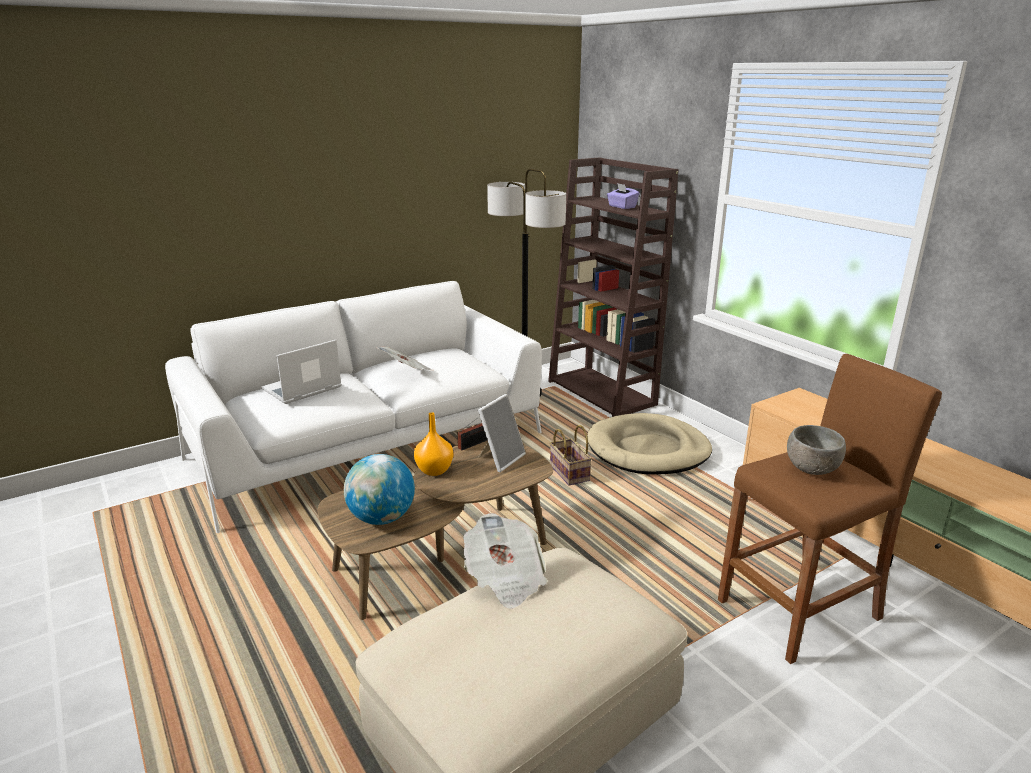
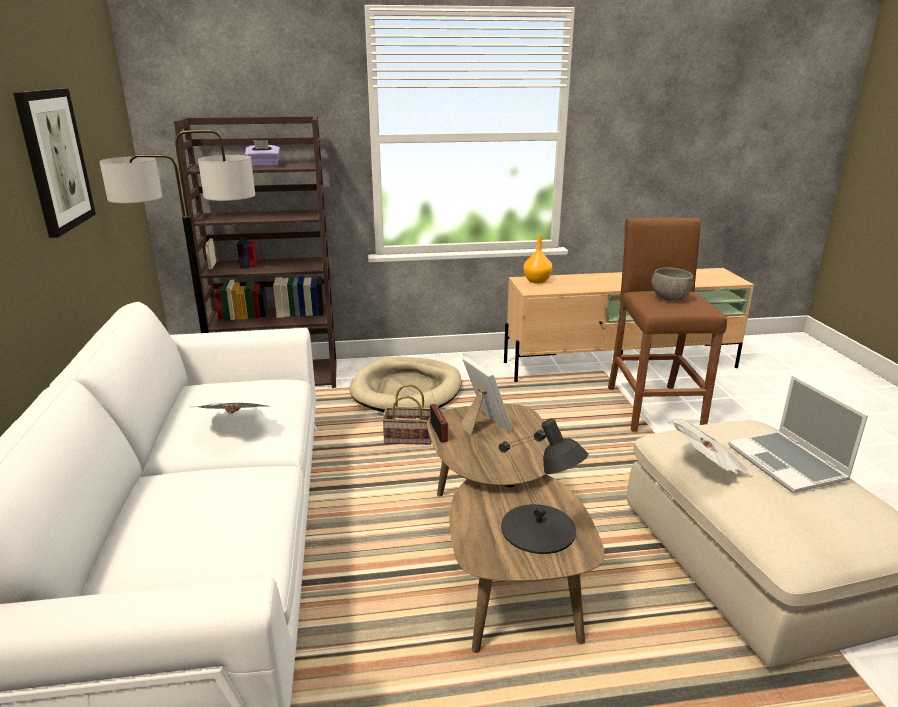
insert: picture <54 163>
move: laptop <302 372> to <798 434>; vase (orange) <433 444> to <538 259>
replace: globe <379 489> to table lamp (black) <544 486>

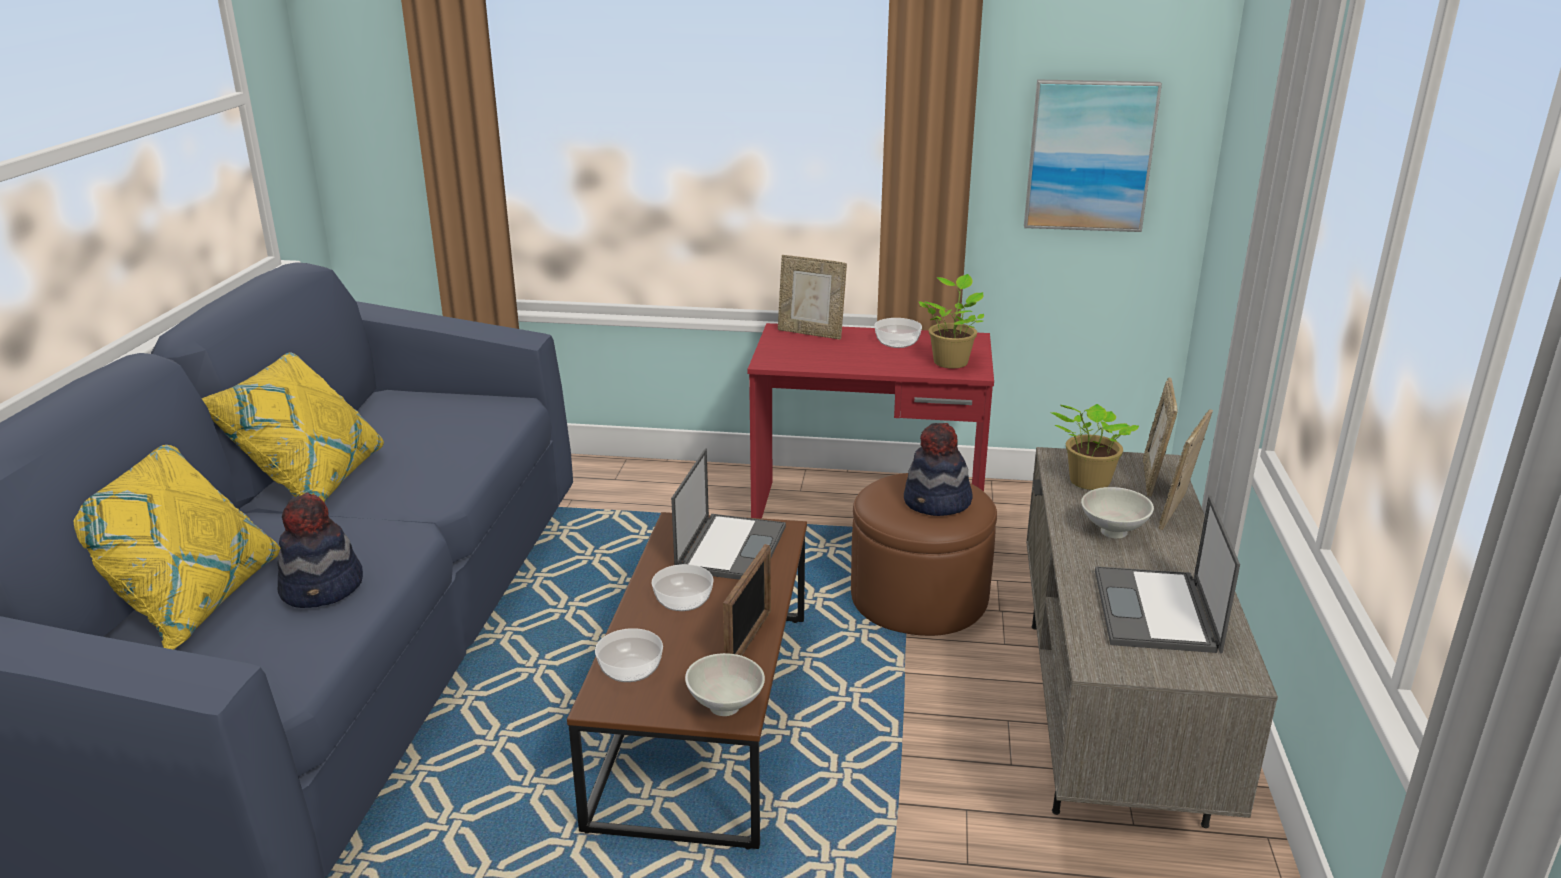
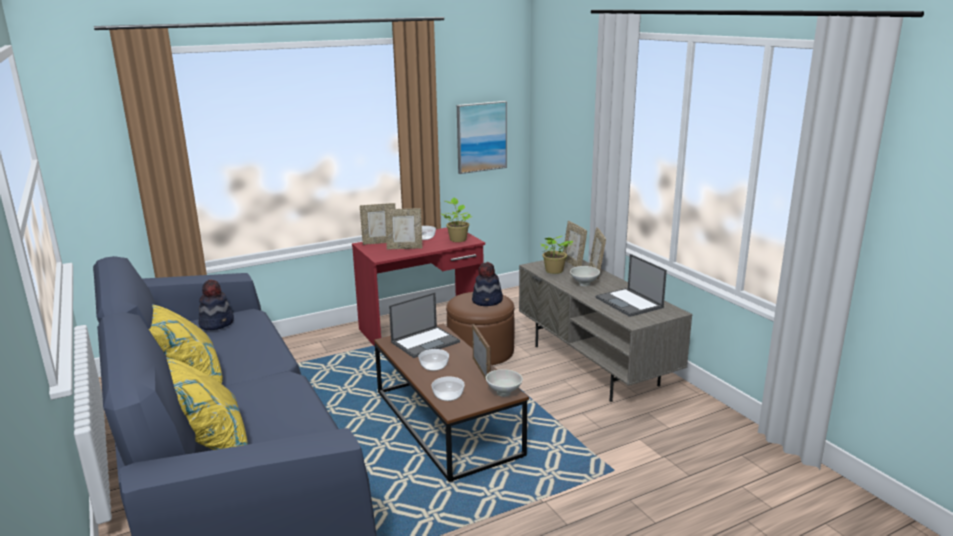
insert: picture frame <403 229>
move: hat <320 550> to <216 304>
rotate: laptop <728 514> = <424 325> 75 degrees clockwise

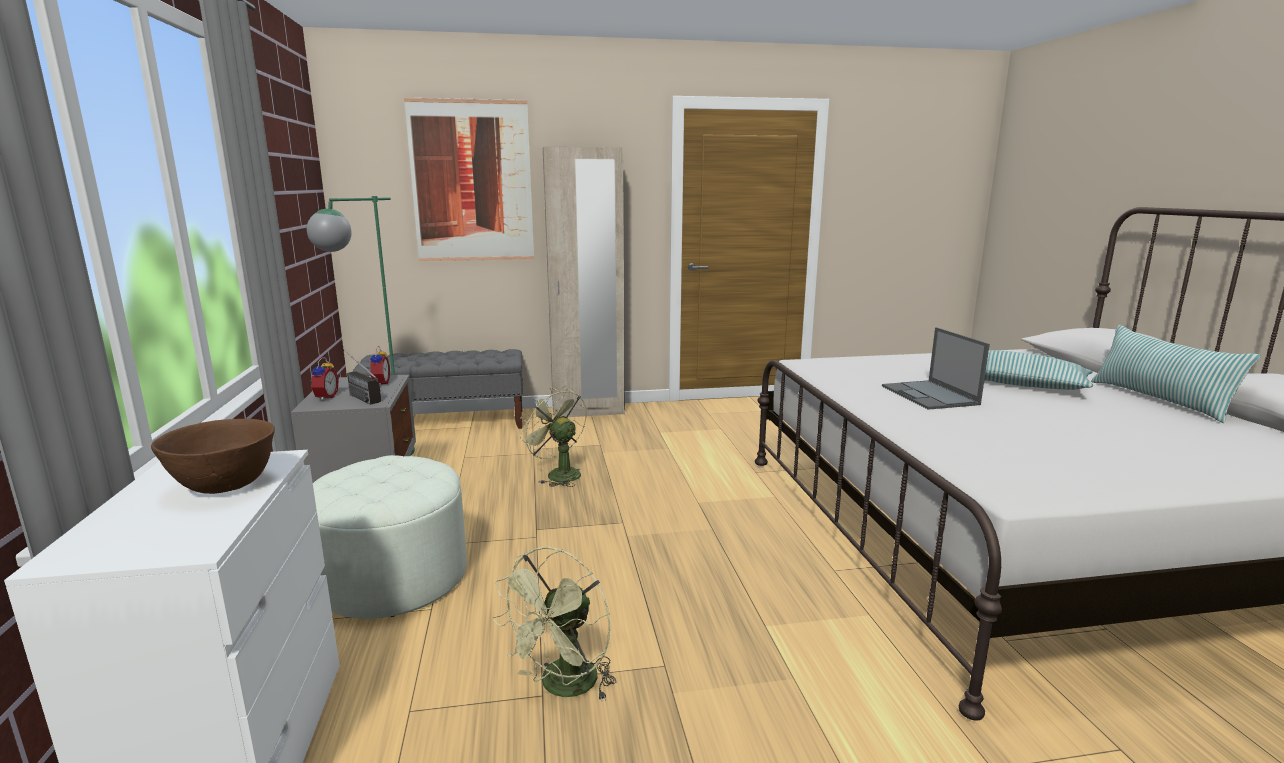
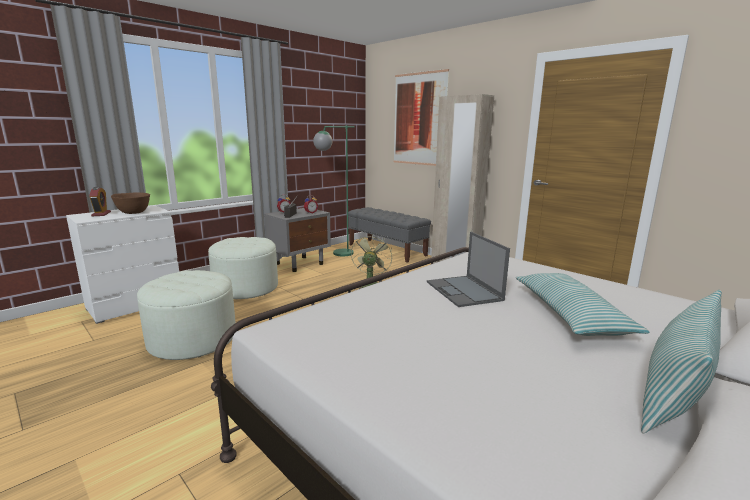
insert: alarm clock <100 201>
replace: fan (green) <554 624> to ottoman (white) <186 315>
rotate: laptop <936 368> = <468 269> 60 degrees counterclockwise

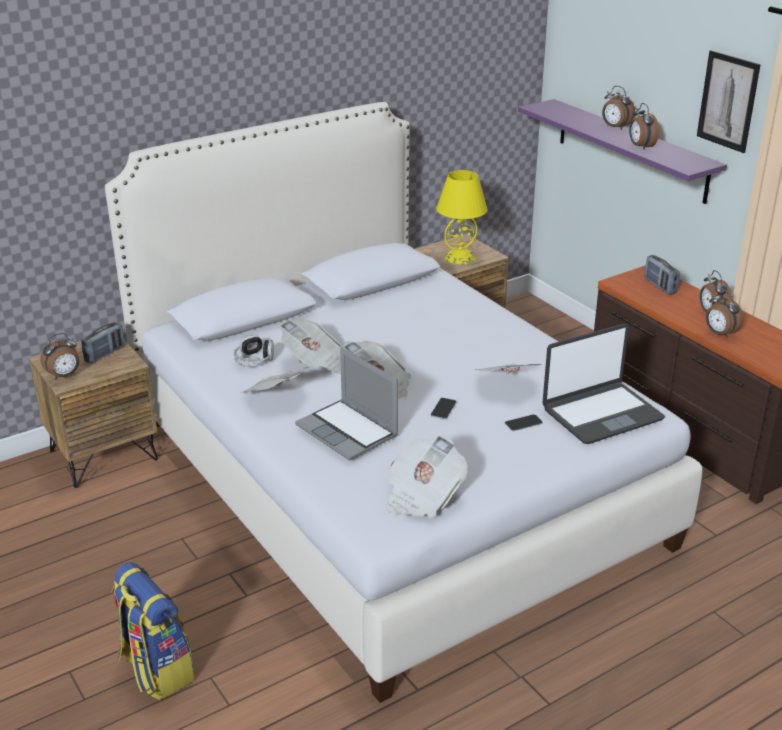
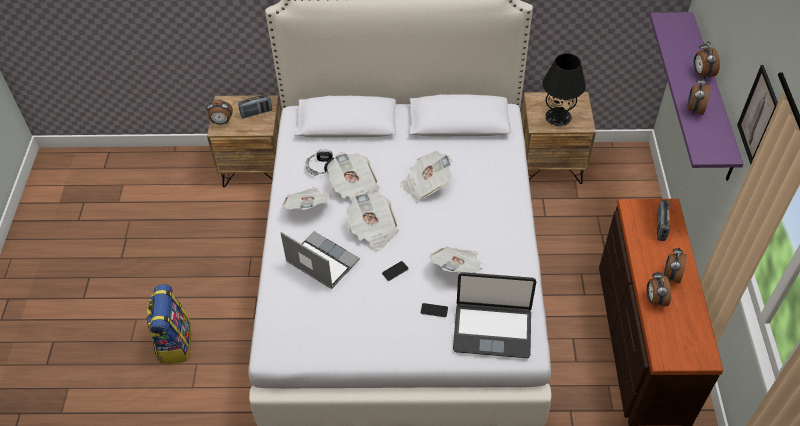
move: newspaper <426 476> to <426 175>
recolor: table lamp (yellow) <461 217> to table lamp (black) <564 89>
rotate: laptop <346 404> = <320 260> 135 degrees clockwise

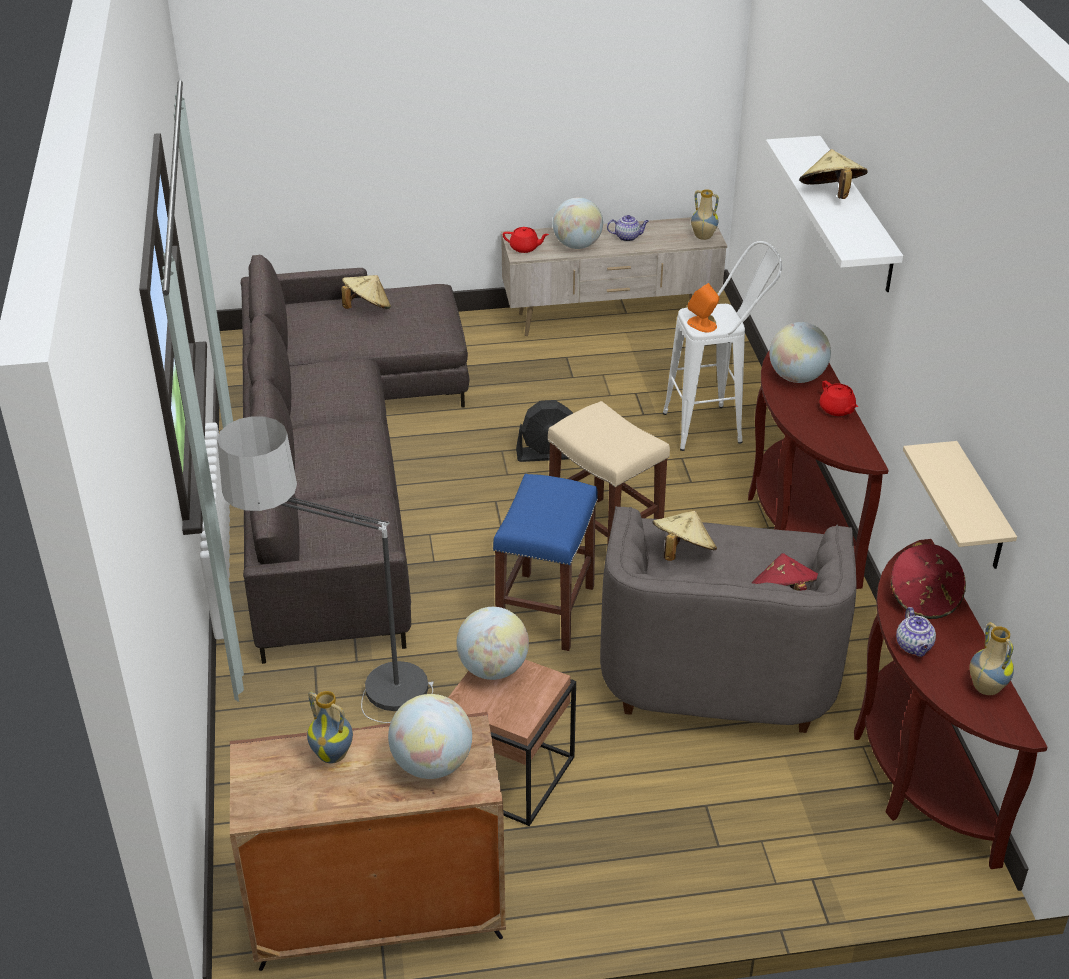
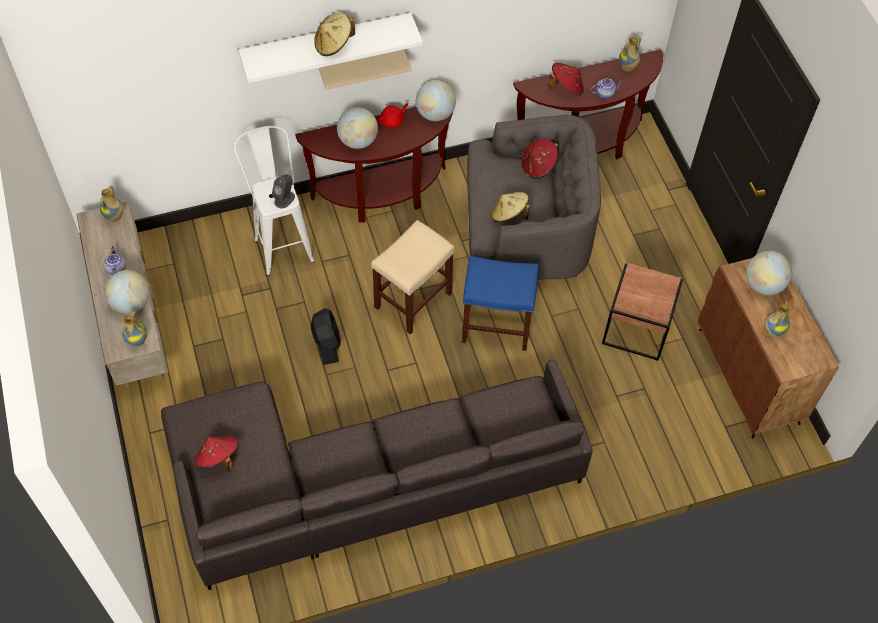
delete: floor lamp <325 569>
move: shelf (beige) <960 505> to <365 69>; globe <492 643> to <436 100>
replace: teapot (red) <526 240> to vase <134 329>
recolor: hat (beige) <366 292> to hat (red) <216 454>; speaker (orange) <703 308> to speaker (grey) <283 191>

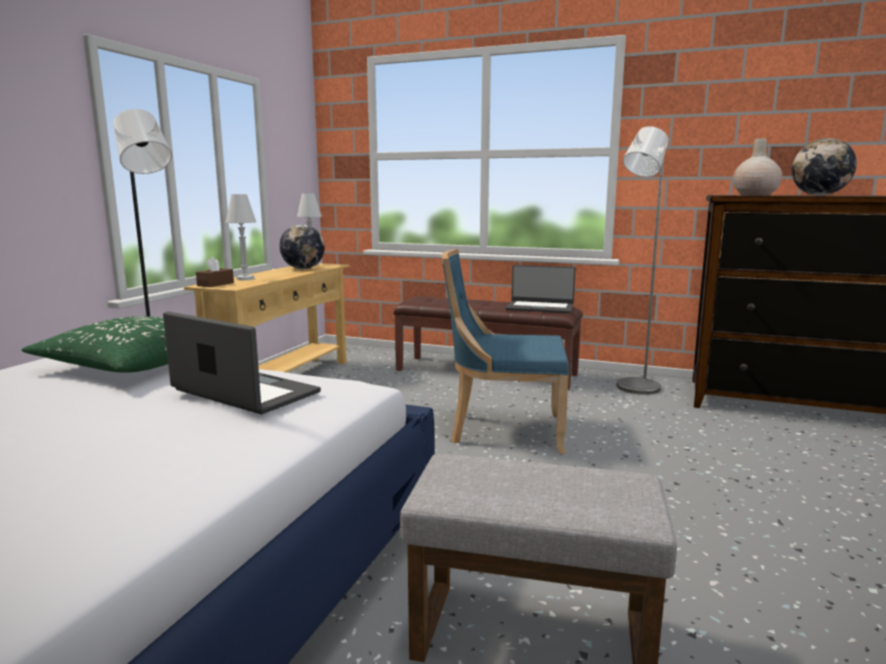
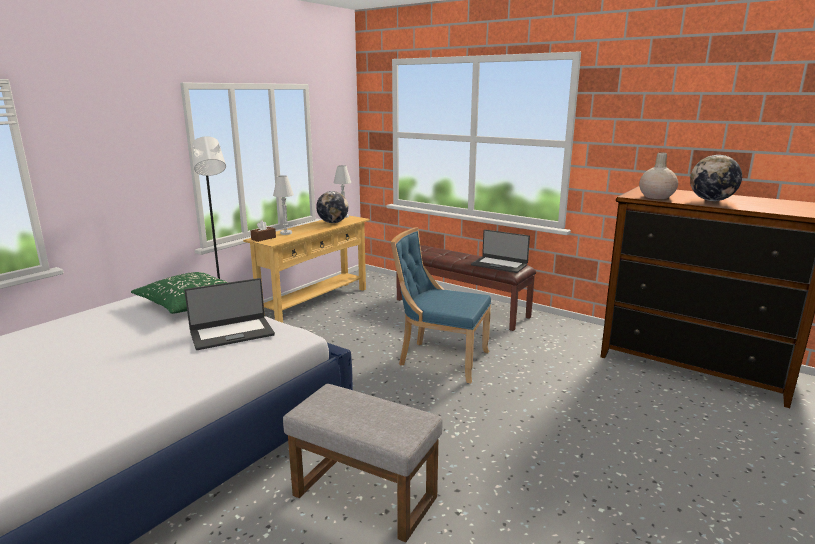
delete: floor lamp (grey) <642 260>
rotate: laptop <242 362> = <229 314> 105 degrees clockwise

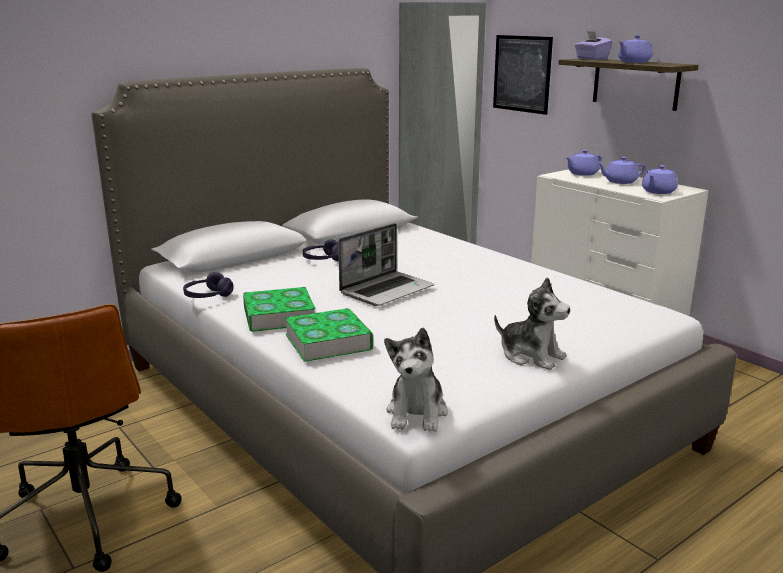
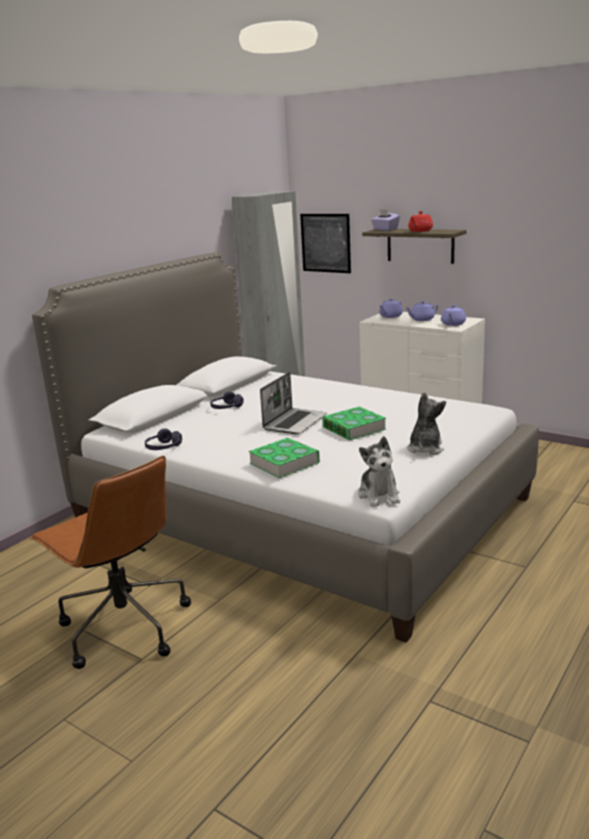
move: book <279 309> to <354 423>
recolor: teapot (purple) <635 49> to teapot (red) <420 221>
rotate: plush toy <532 323> = <426 423> 90 degrees counterclockwise

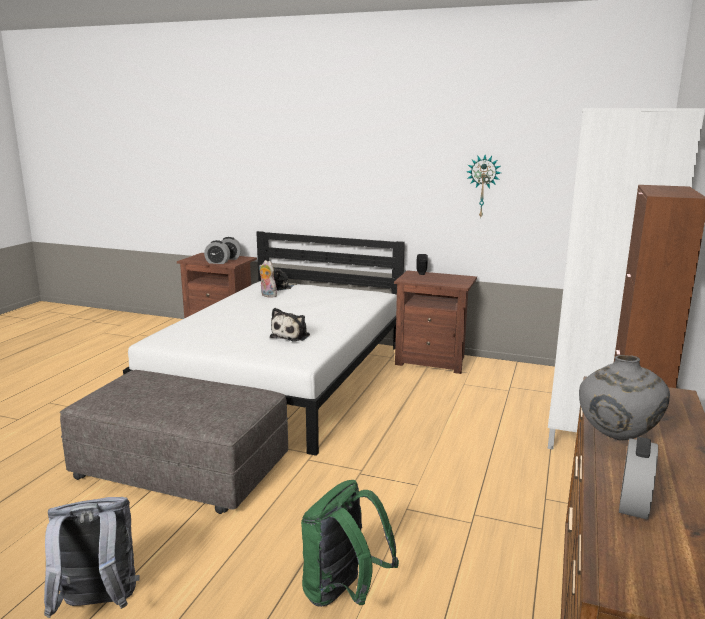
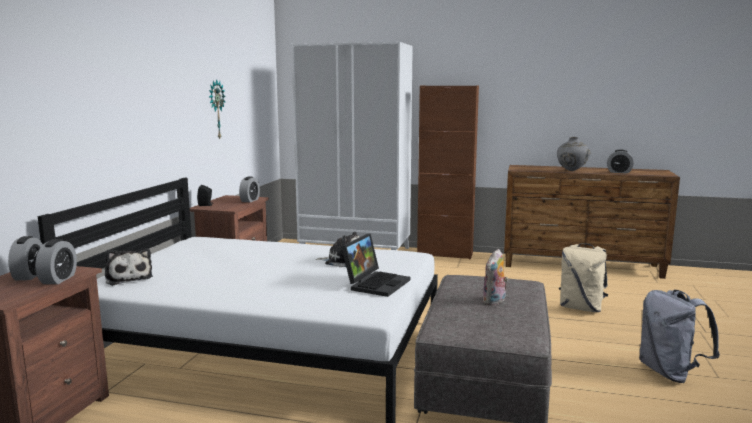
insert: alarm clock <249 189>; laptop <375 265>
move: plush toy <268 279> to <495 277>
recolor: backpack (green) <350 543> to backpack (beige) <584 277>

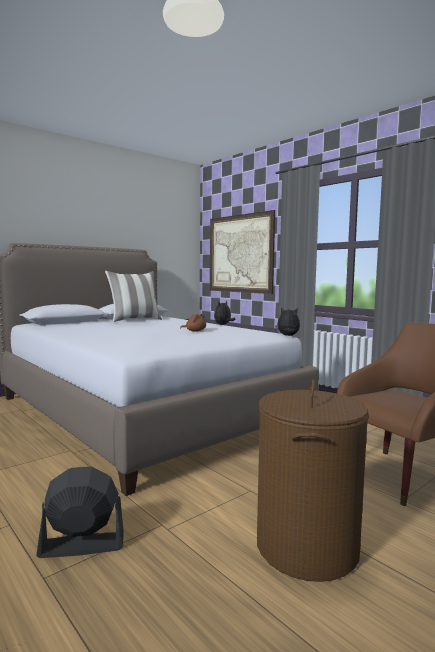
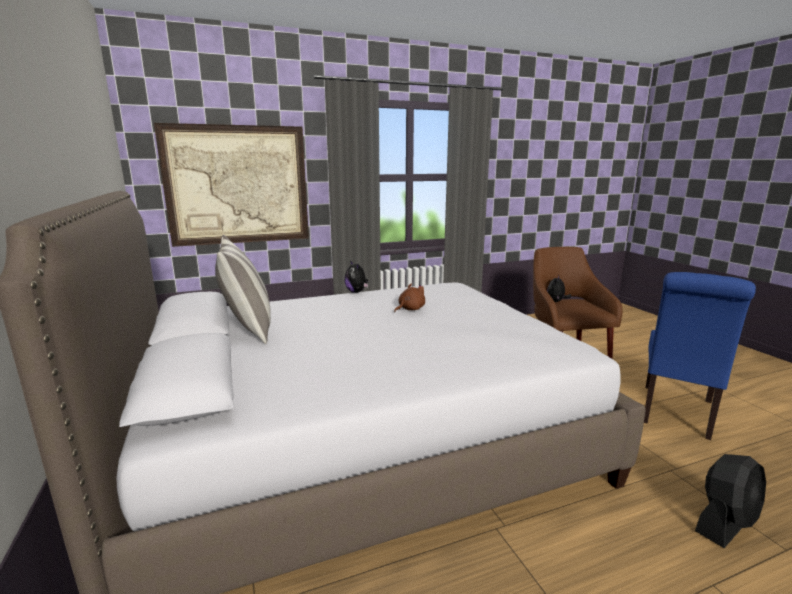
move: plush toy <287 322> to <559 288>
replace: laundry basket (brown) <313 480> to chair (blue) <700 356>
rotate: fan (black) <80 512> = <730 501> 135 degrees counterclockwise

